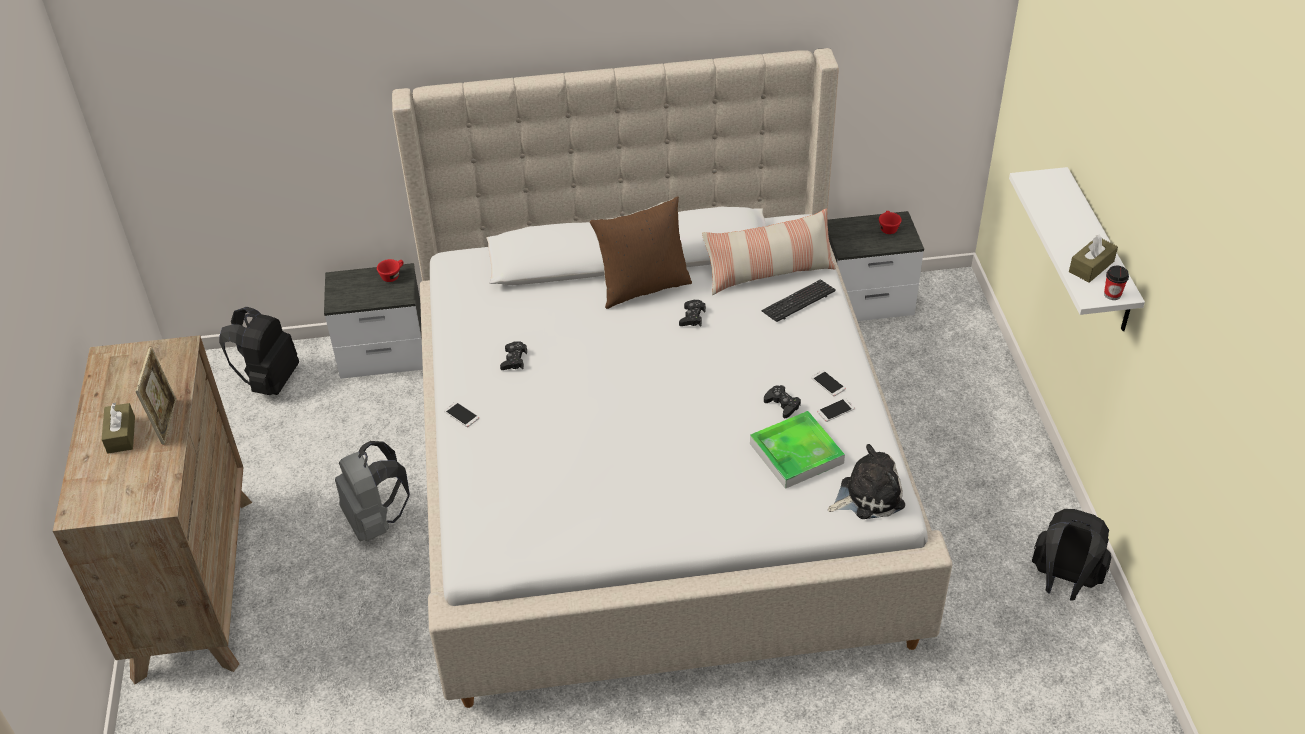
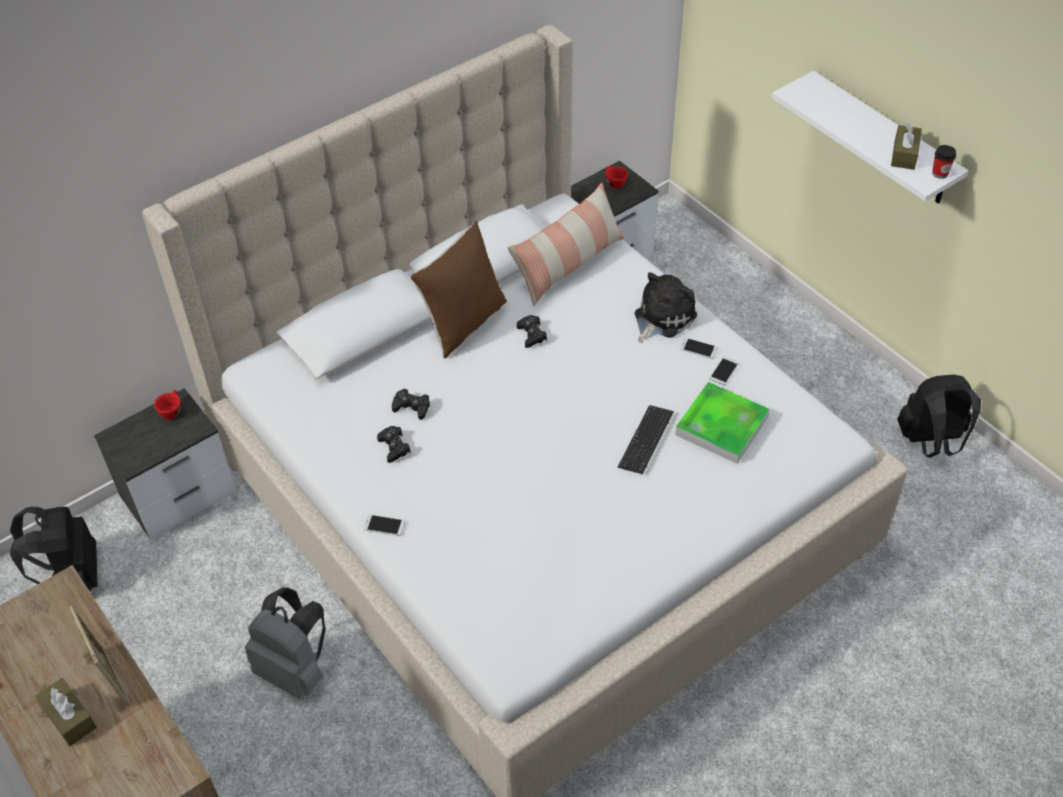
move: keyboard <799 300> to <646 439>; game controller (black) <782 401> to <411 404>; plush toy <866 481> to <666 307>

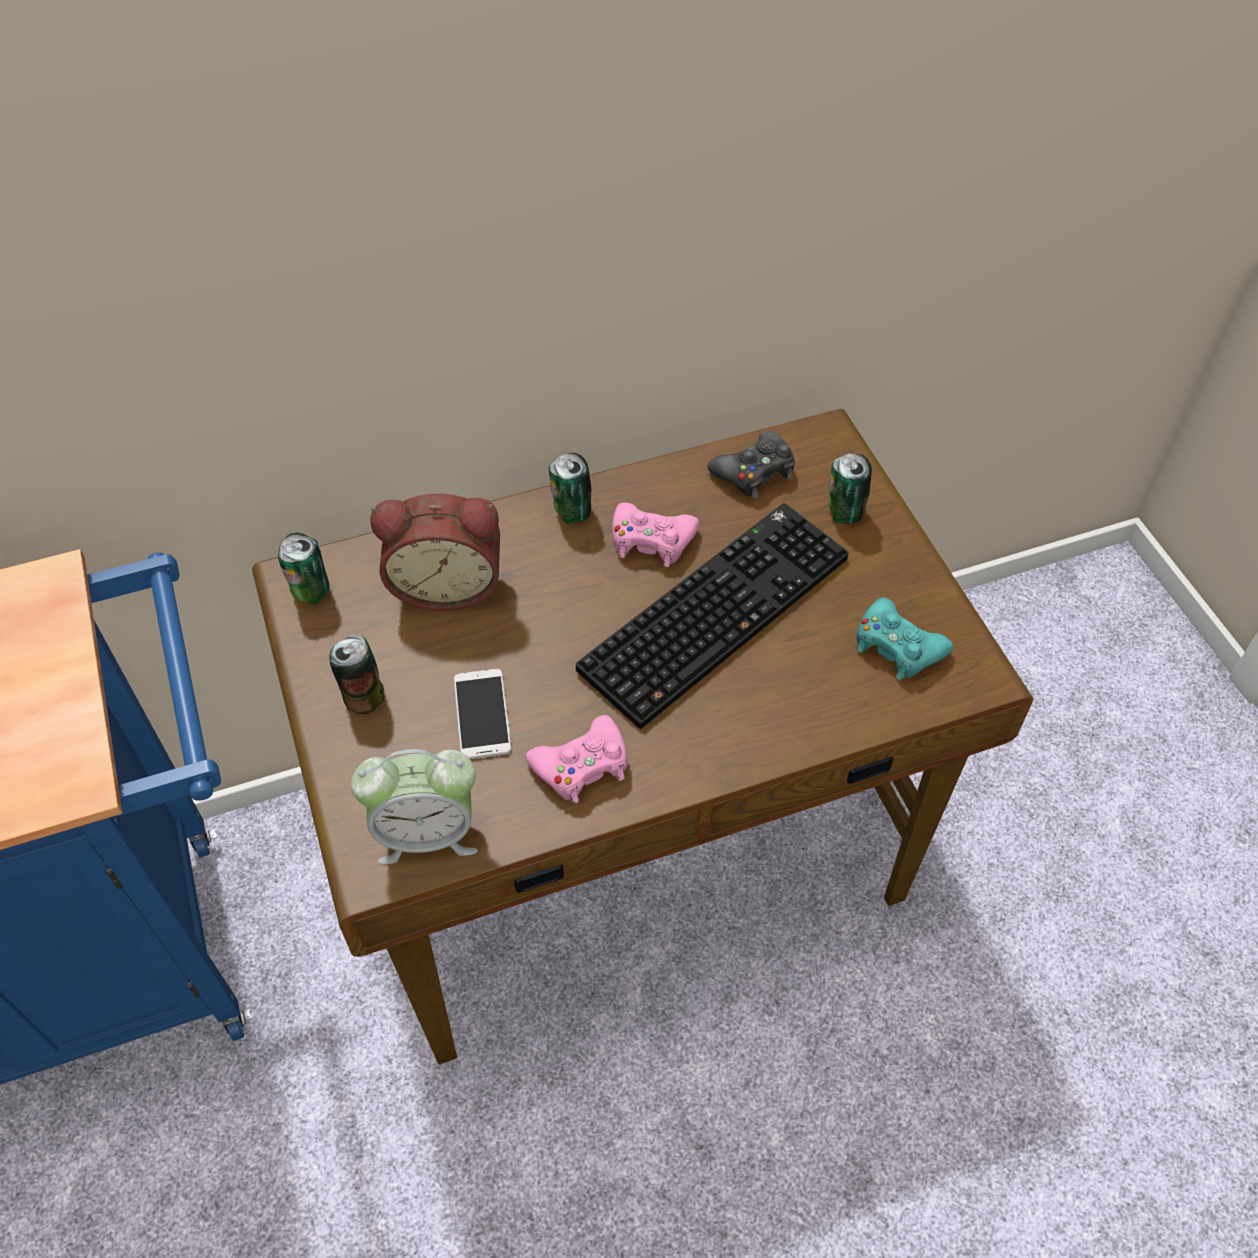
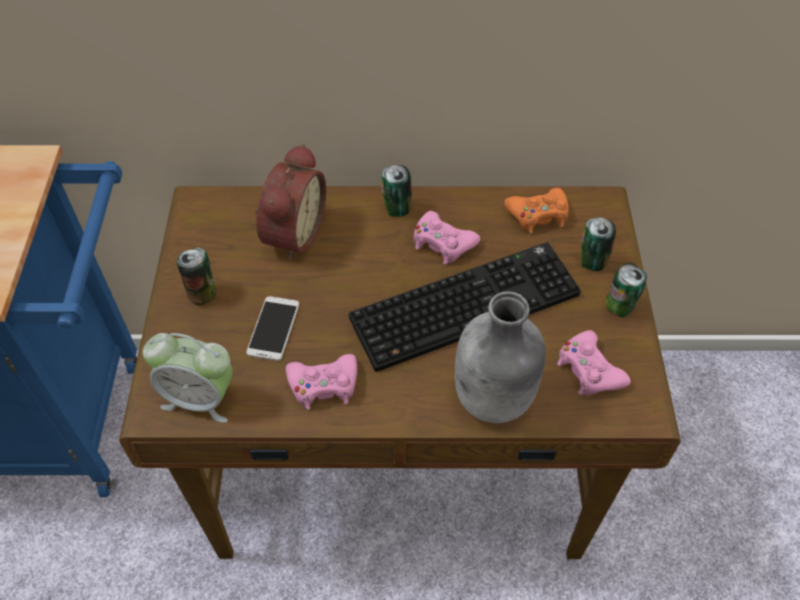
insert: bottle (grey) <500 357>
move: can <303 568> to <626 290>
recolor: game controller (black) <751 464> to game controller (orange) <536 211>; game controller (turquoise) <904 638> to game controller (pink) <594 363>
rotate: alarm clock <435 552> = <290 202> 90 degrees counterclockwise

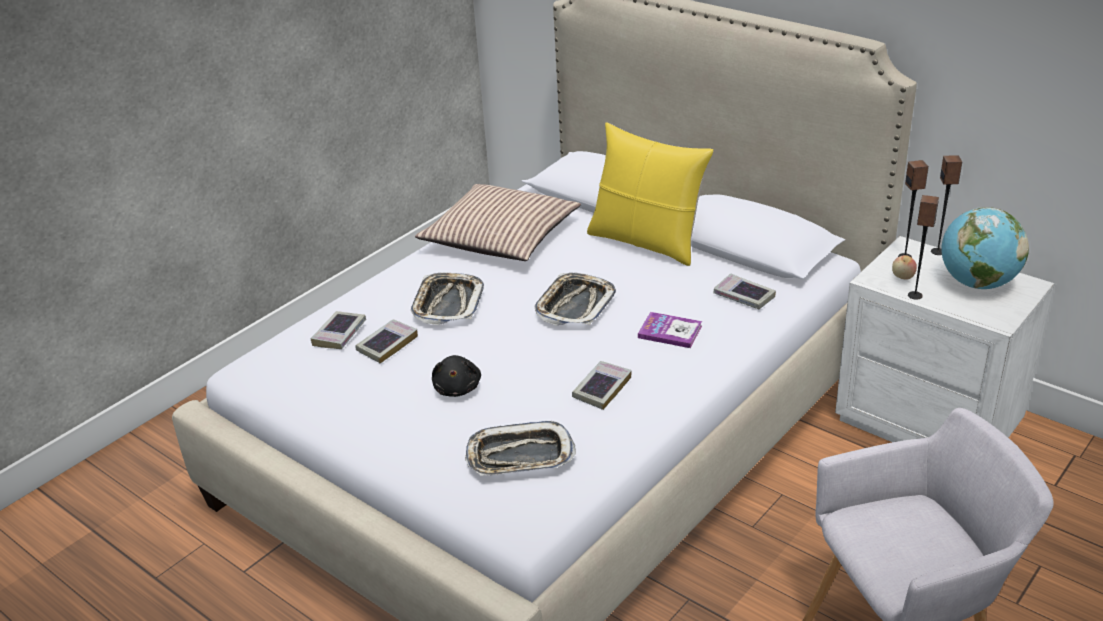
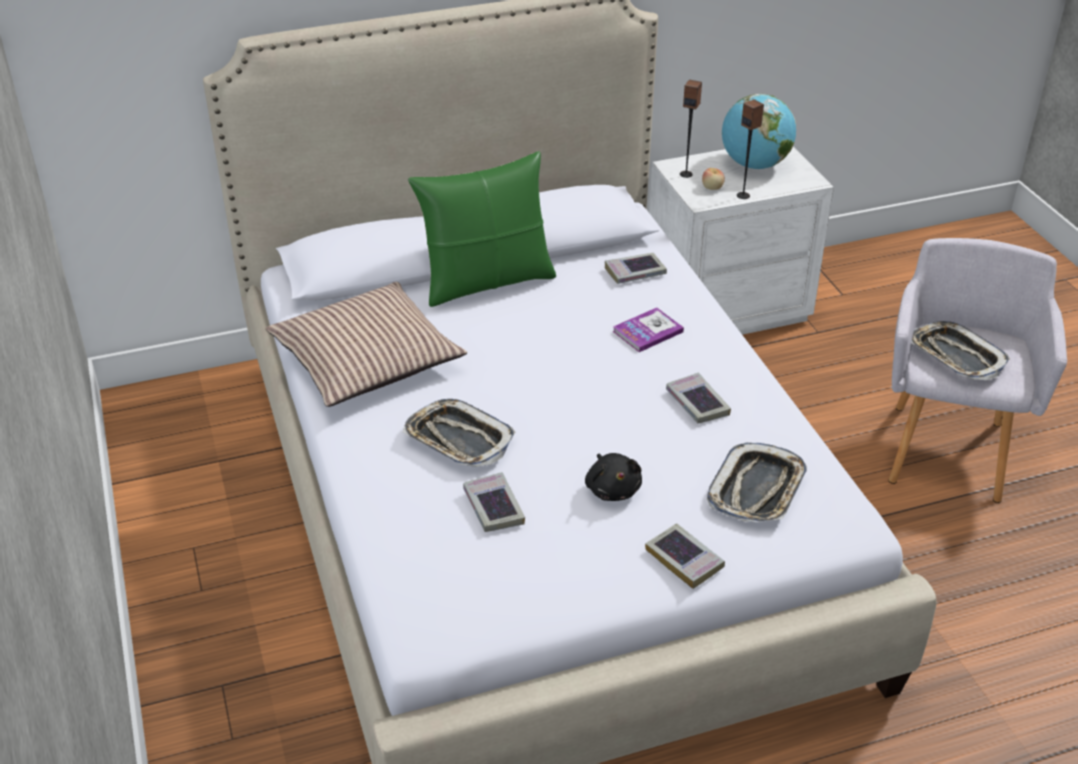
delete: speaker <946 205>
move: tray <575 299> to <960 350>; book <338 330> to <685 556>
recolor: pillow (yellow) <650 194> to pillow (green) <482 229>
rotate: plush toy (black) <456 376> = <613 477> 45 degrees clockwise

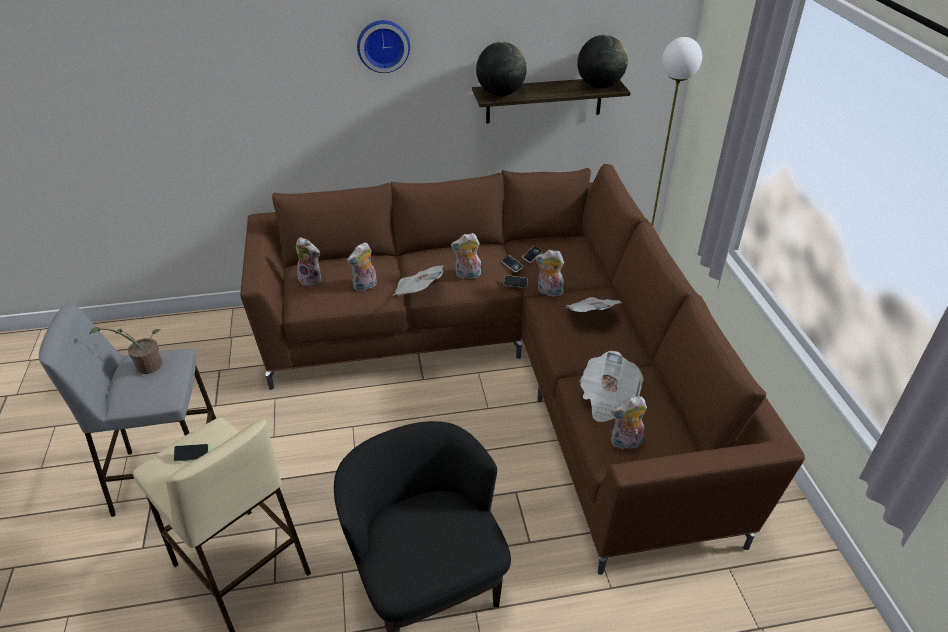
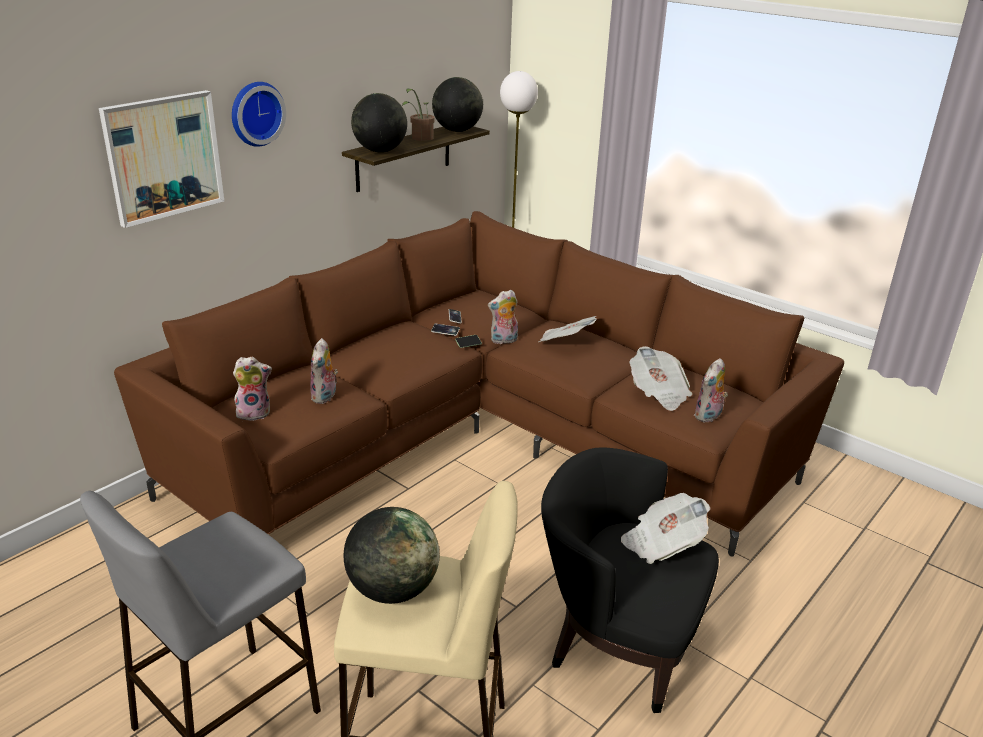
delete: plush toy <466 256>
insert: picture <161 159>
move: newspaper <418 280> to <665 528>; potted plant <126 350> to <418 114>
replace: phone <191 452> to globe <391 555>

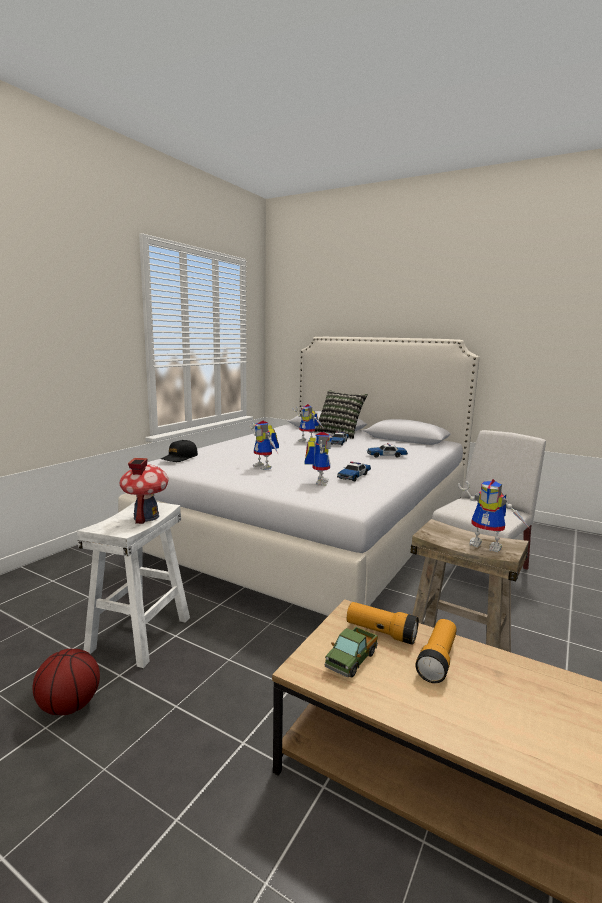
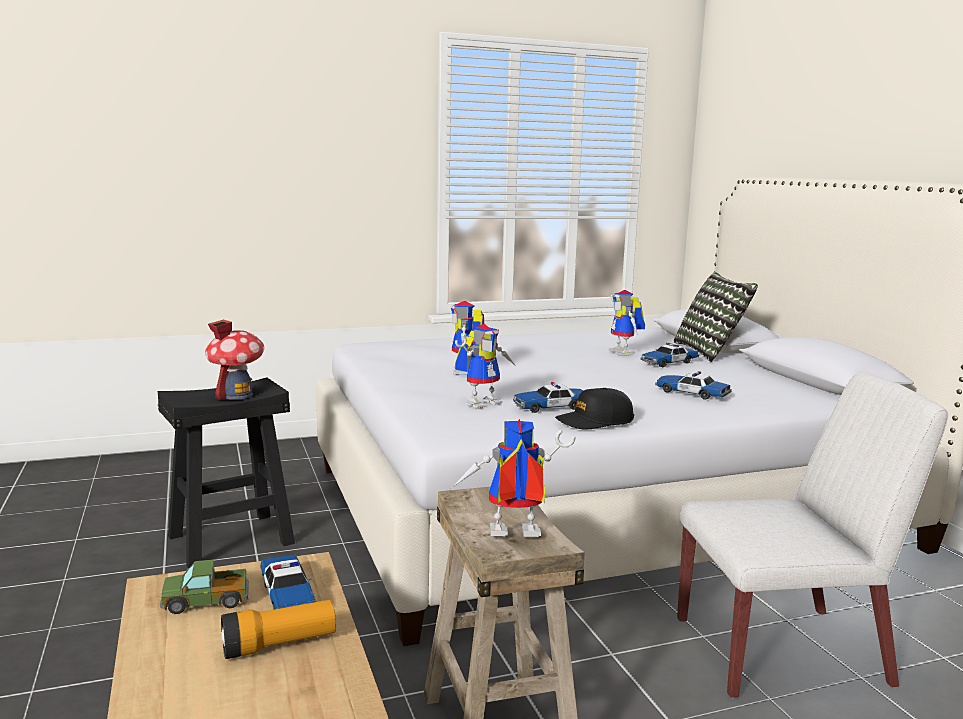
delete: basketball <66 682>
move: cap (black) <179 451> to <594 408>
replace: flashlight <383 623> to toy car <288 582>
recolor: stool (white) <133 584> to stool (black) <226 472>
rotate: toy robot <494 516> = <512 478> 105 degrees clockwise

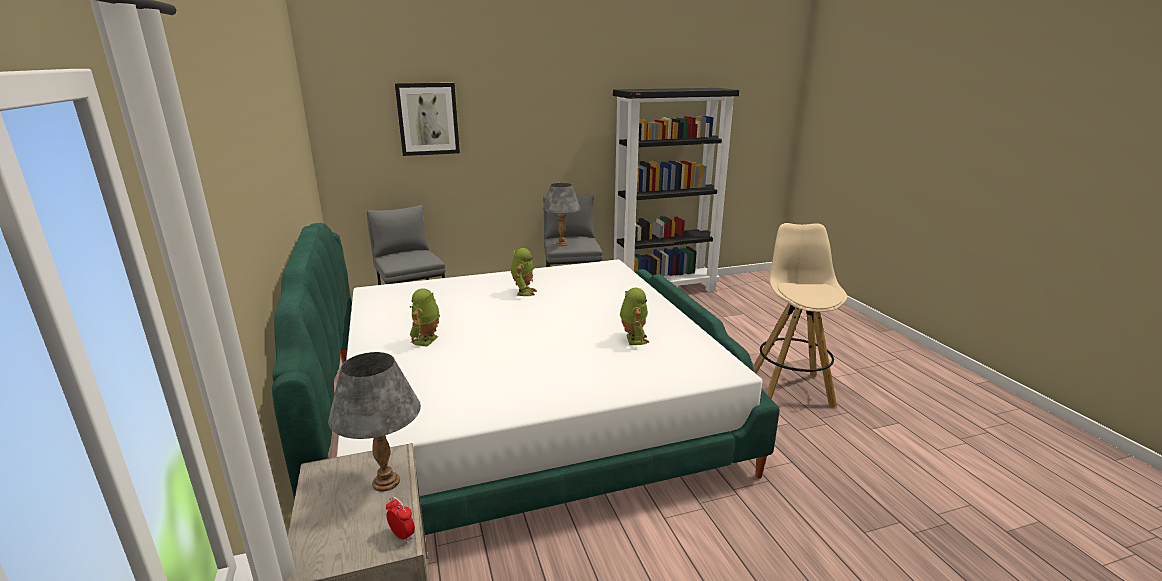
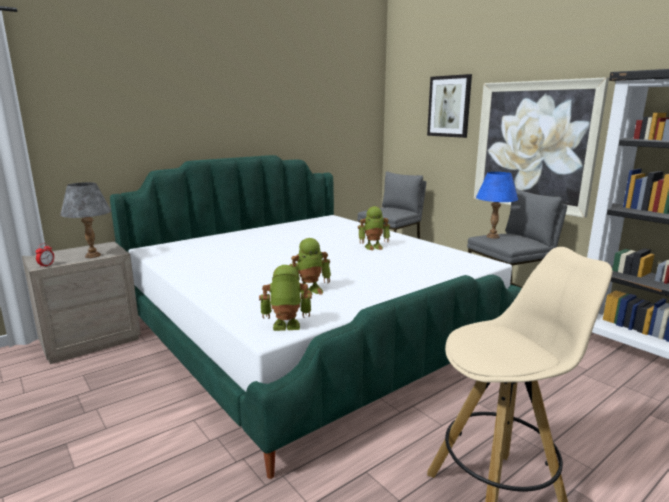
insert: picture <541 147>
move: toy robot <425 317> to <285 298>
recolor: table lamp (grey) <562 214> to table lamp (blue) <497 205>

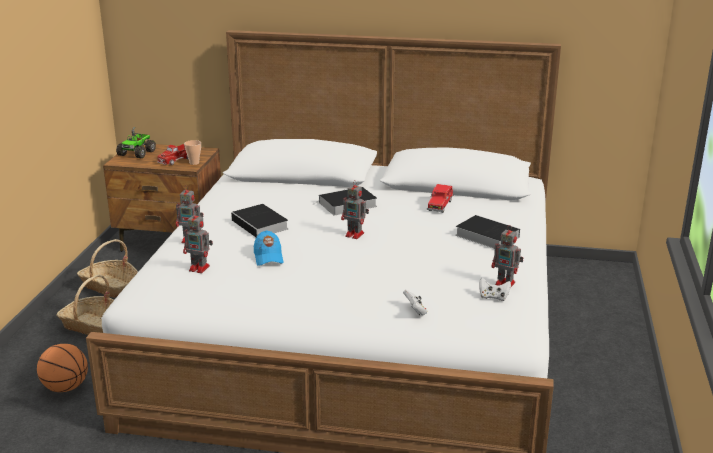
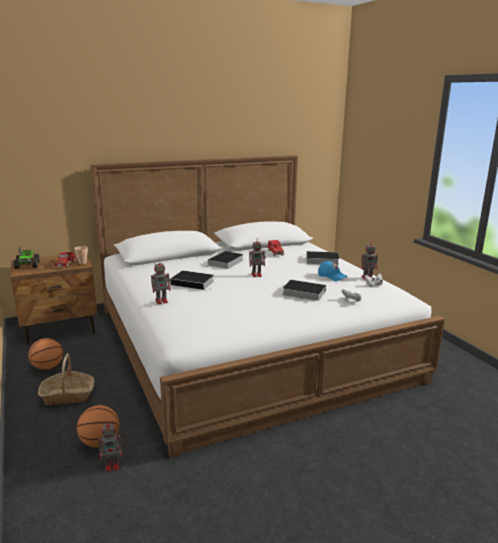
insert: book <304 290>
move: toy robot <198 241> to <110 446>; cap (blue) <269 248> to <333 271>
replace: basket <107 268> to basketball <45 354>

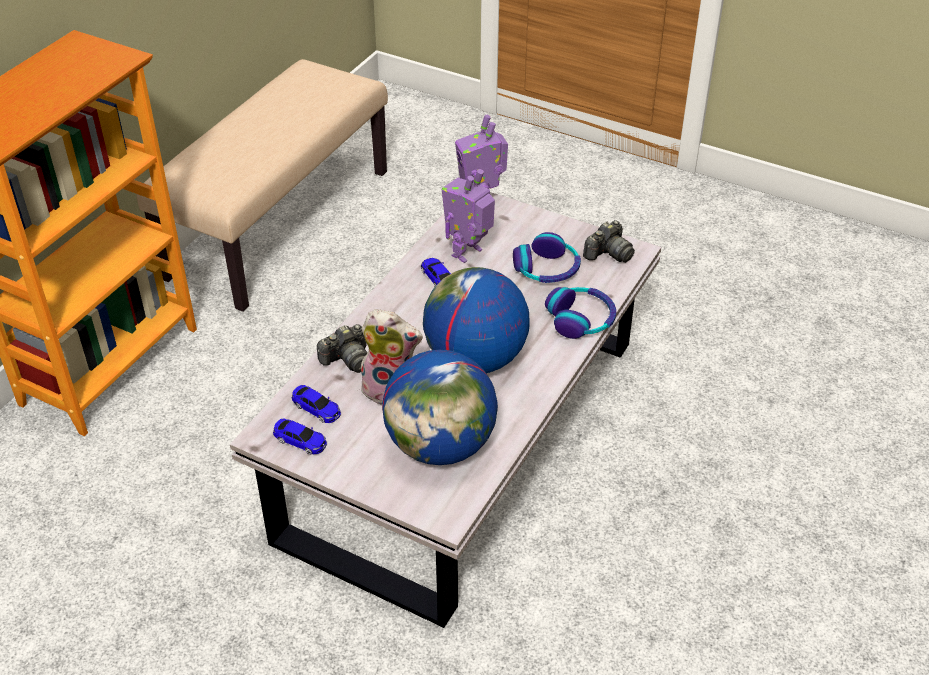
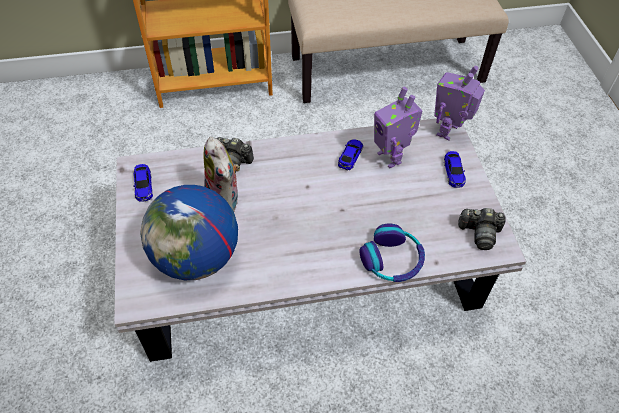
delete: headphones <547 257>; globe <476 320>
move: toy car <316 404> to <455 169>
rotate: toy robot <468 216> = <398 127> 120 degrees counterclockwise

